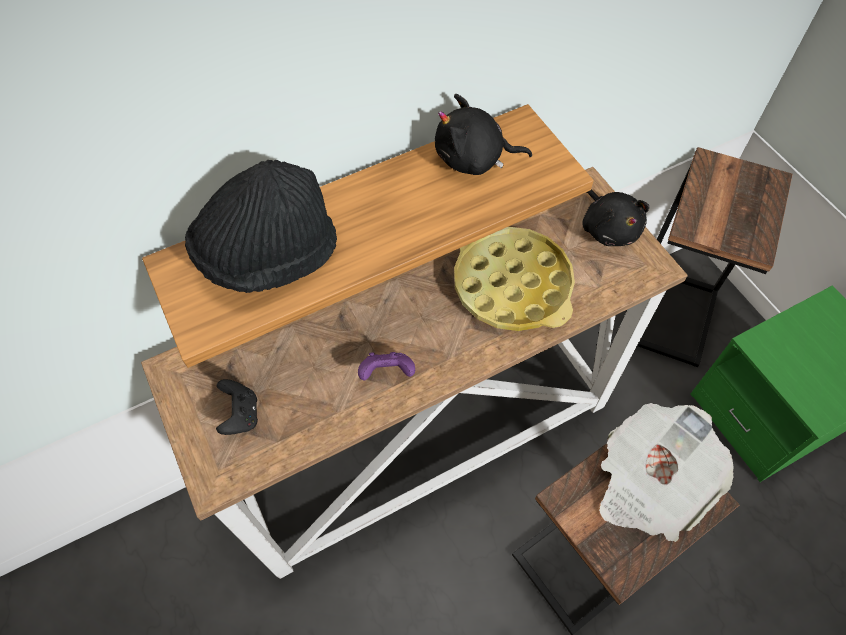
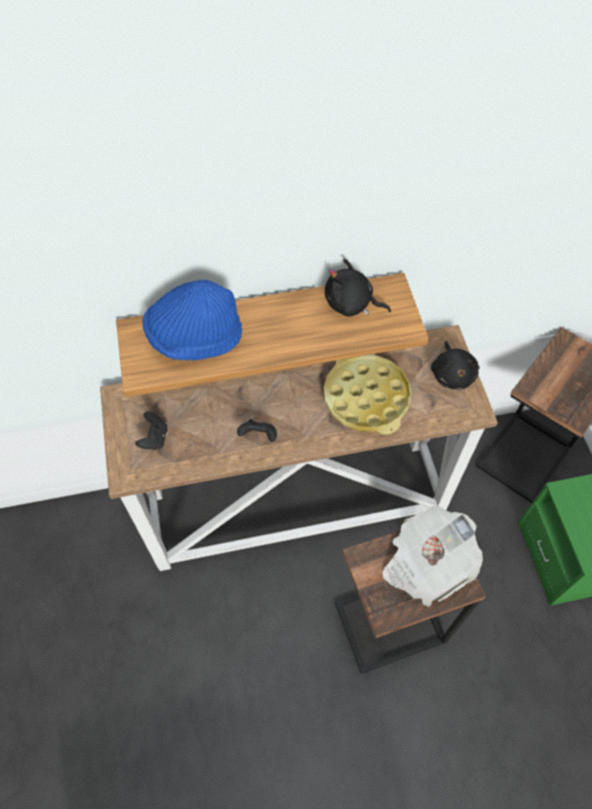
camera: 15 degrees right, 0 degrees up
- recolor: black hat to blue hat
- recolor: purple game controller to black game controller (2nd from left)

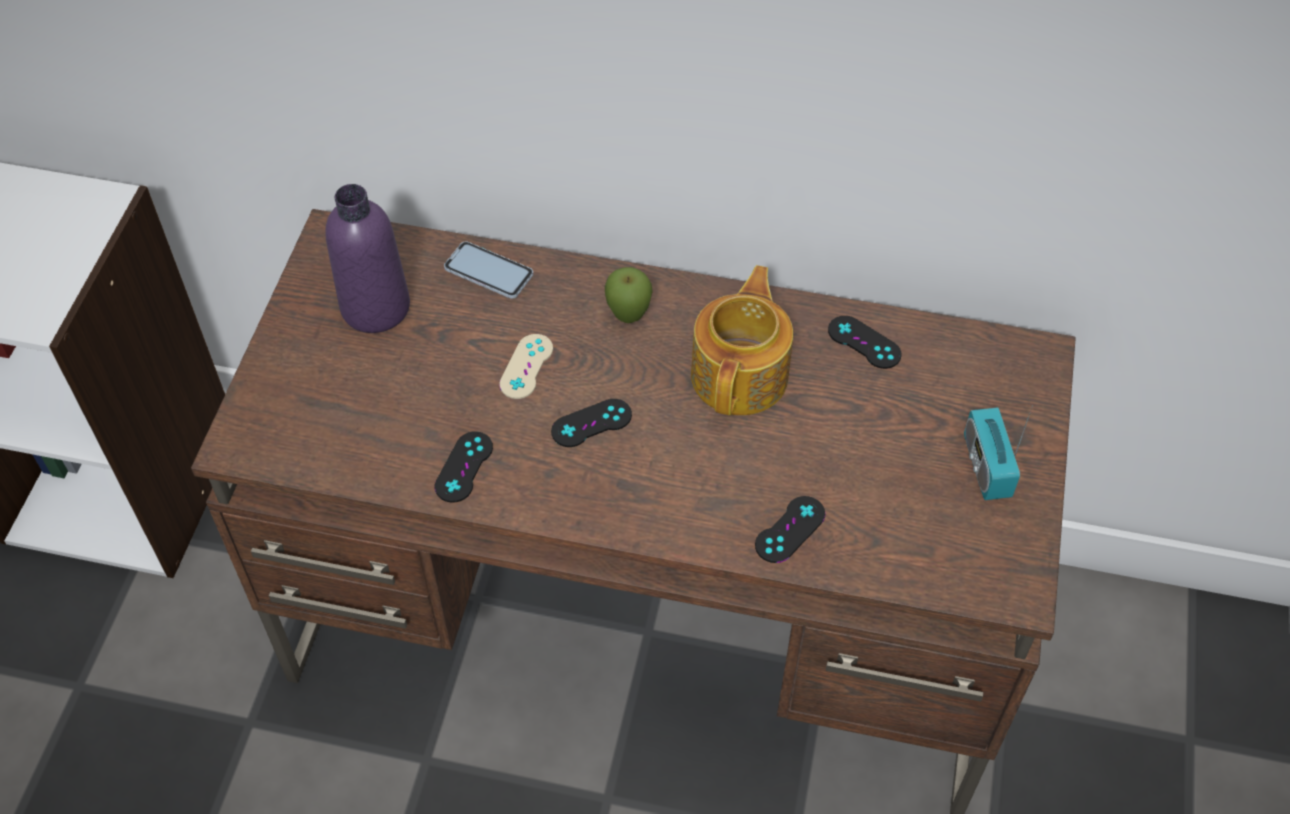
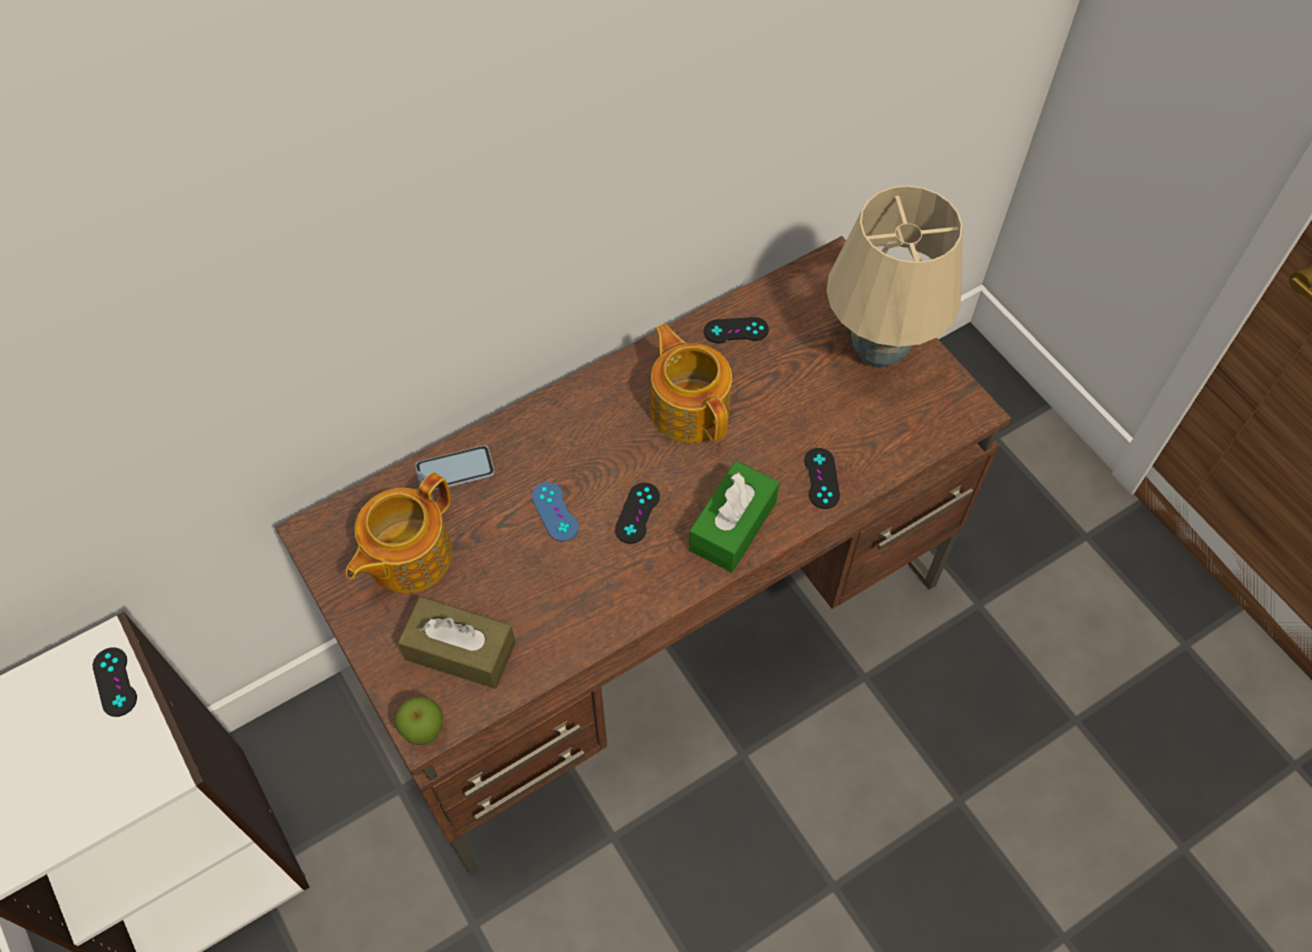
camera: 45 degrees left, 5 degrees up
- move: black game controller (1st from left)
- replace: purple bottle to teapot (1st from left)
- move: apple
- insert: brown tissue box
- recolor: beige game controller to blue game controller
- insert: green tissue box
- replace: radio to beige table lamp

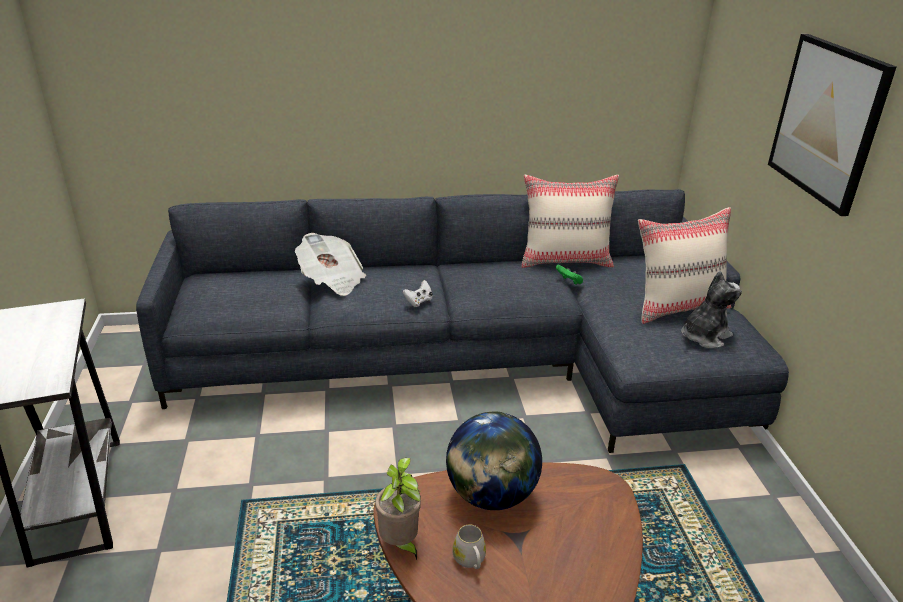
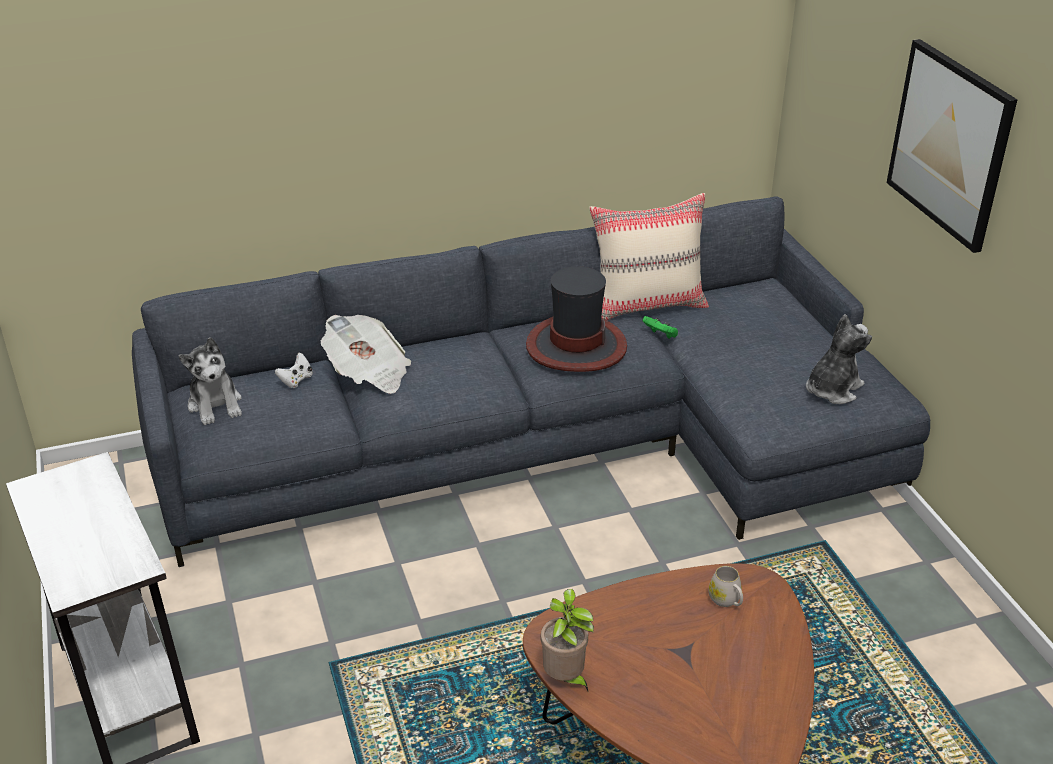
camera: 10 degrees left, 5 degrees up
- insert: plush toy (1st from left)
- move: white game controller
- insert: hat
- move: white mug
- delete: globe
- delete: beige pillow (2nd from left)

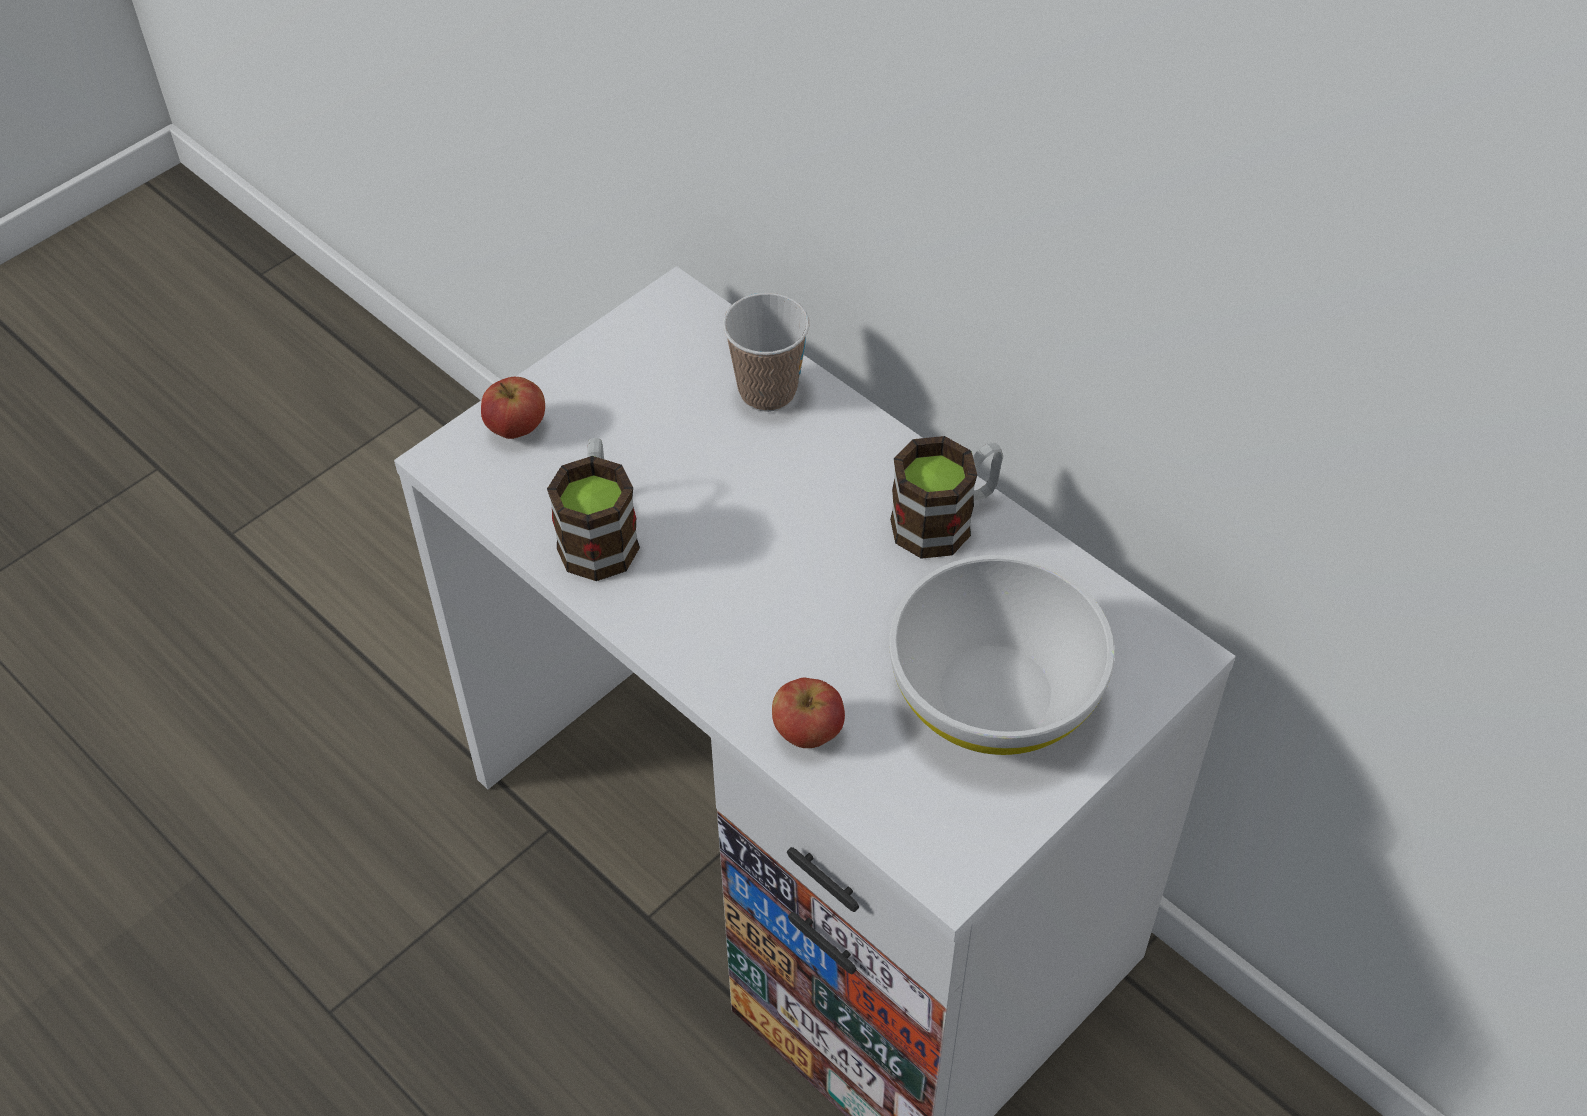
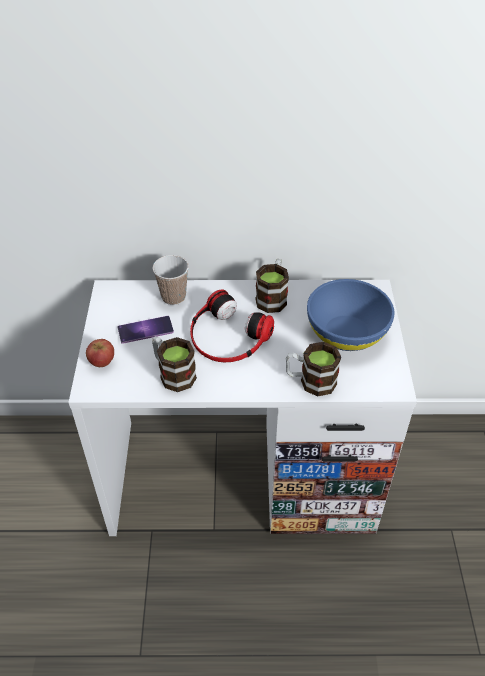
camera: 45 degrees left, 5 degrees down
- insert: phone
- insert: headphones
- replace: apple (2nd from left) to mug (3rd from left)
- recolor: white bowl to blue bowl

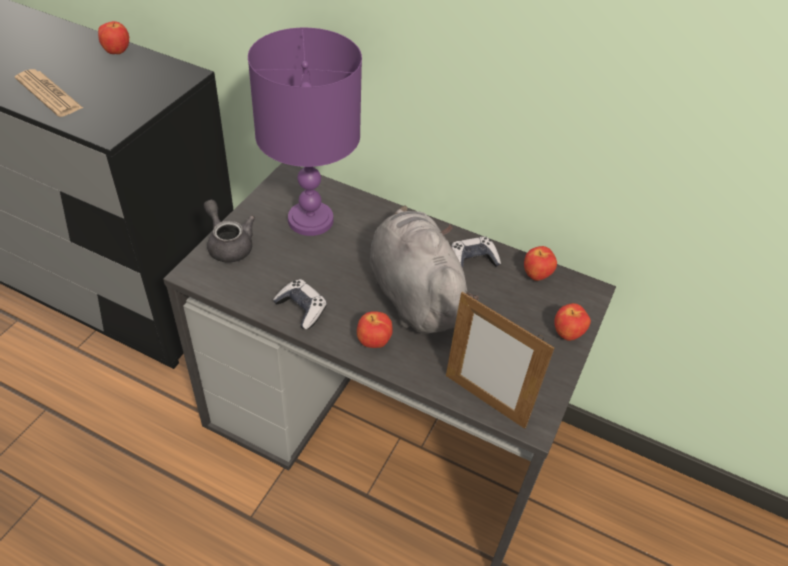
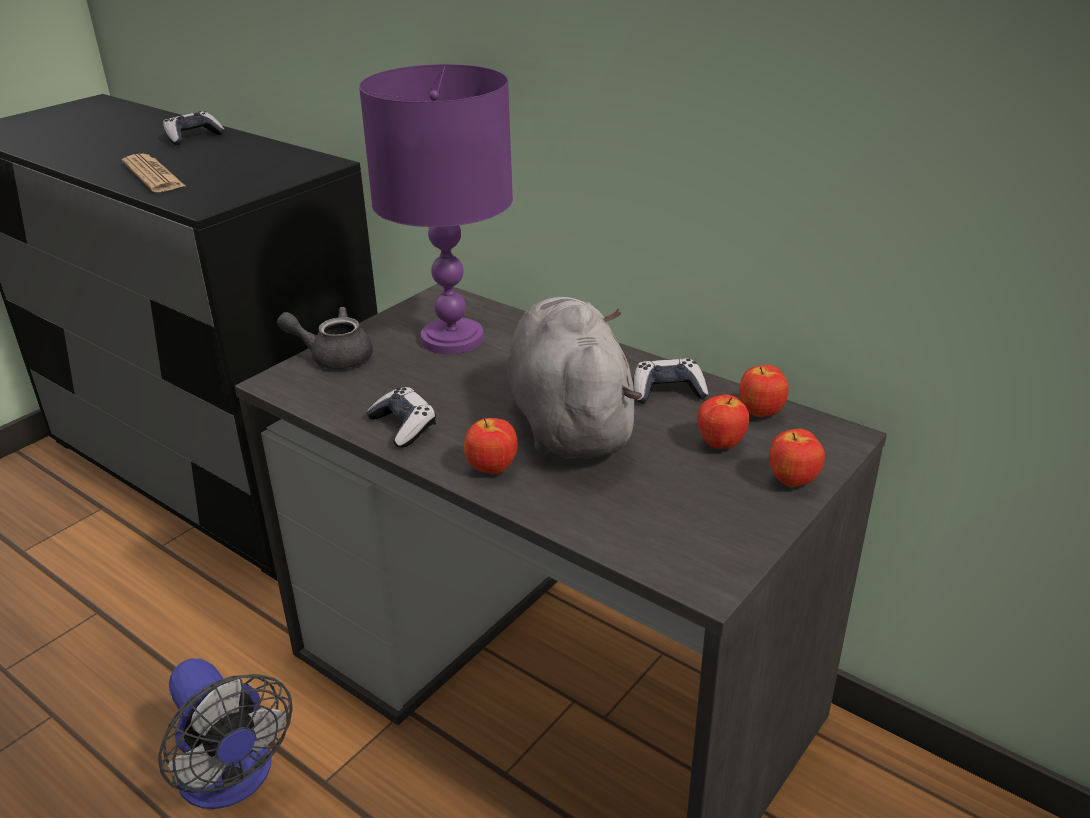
camera: 15 degrees right, 15 degrees down
- insert: fan
- insert: game controller (1st from left)
- rotate: grey teapot 60 degrees counterclockwise
- move: apple (1st from left in the first image) to apple (2nd from left)
- delete: picture frame

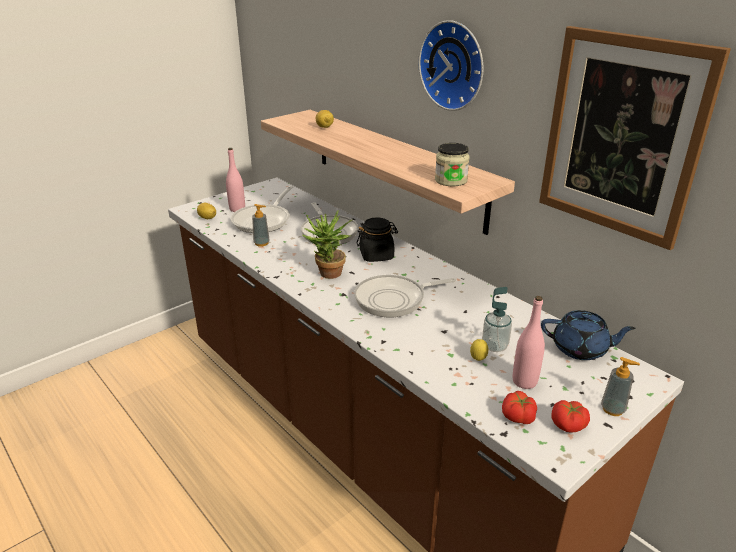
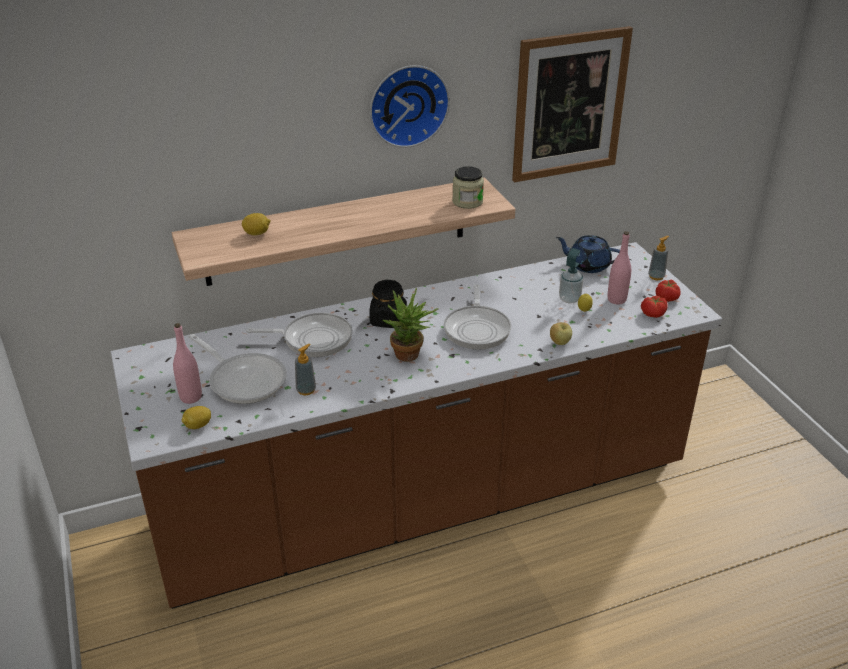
camera: 70 degrees left, 5 degrees up
- insert: apple
- rotate: blue teapot 105 degrees counterclockwise

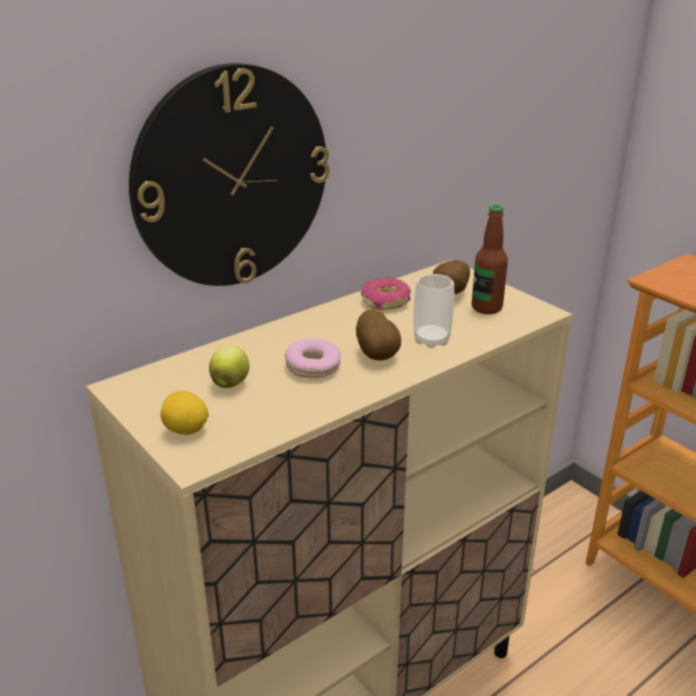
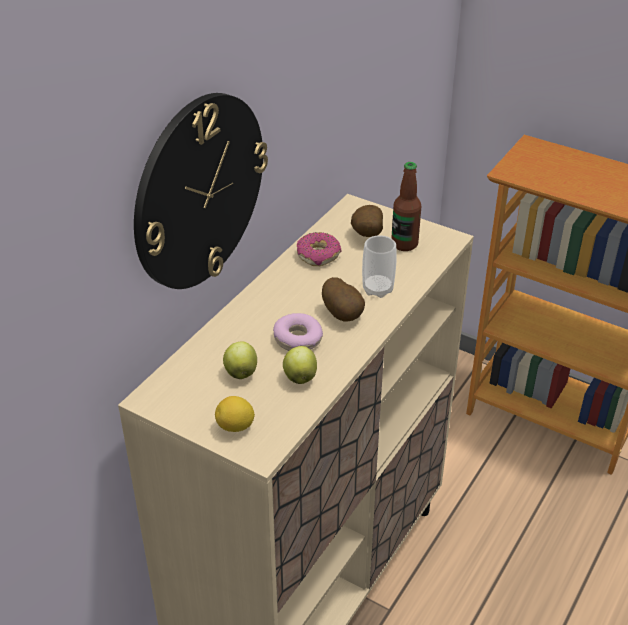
camera: 20 degrees left, 10 degrees up
- insert: apple (2nd from left)

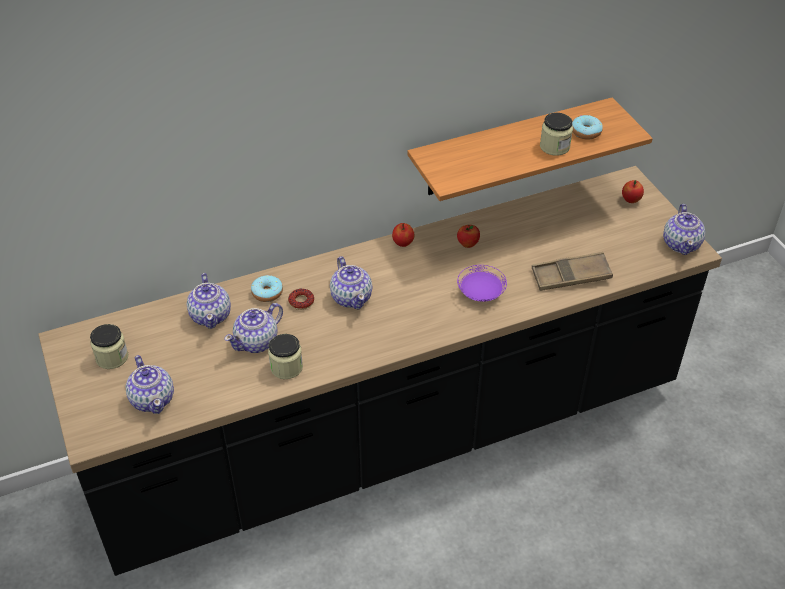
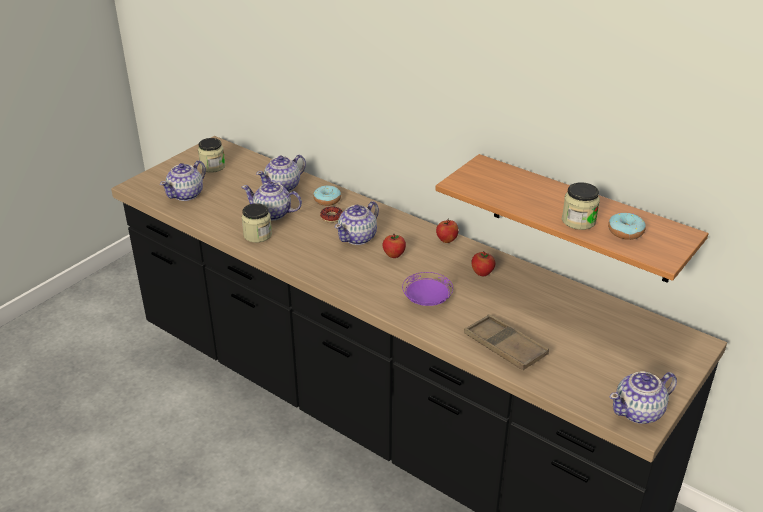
camera: 60 degrees right, 10 degrees down
- move: apple (3rd from left in the first image) to apple (1st from left)

